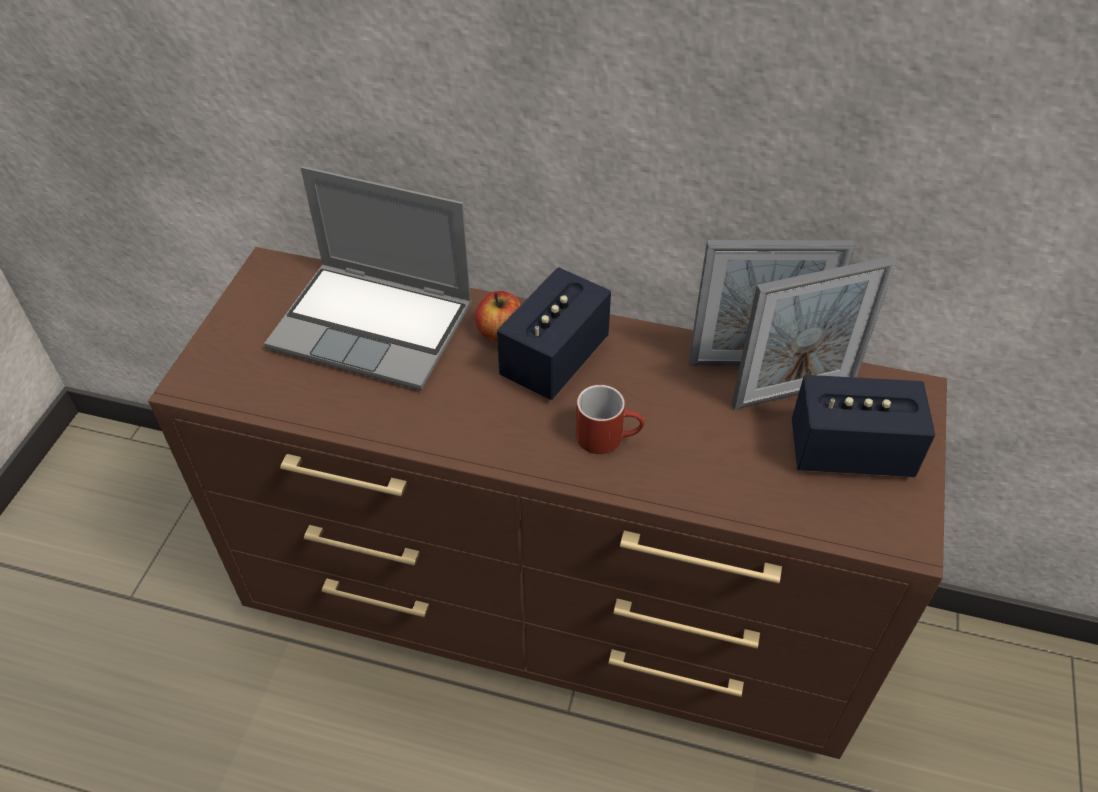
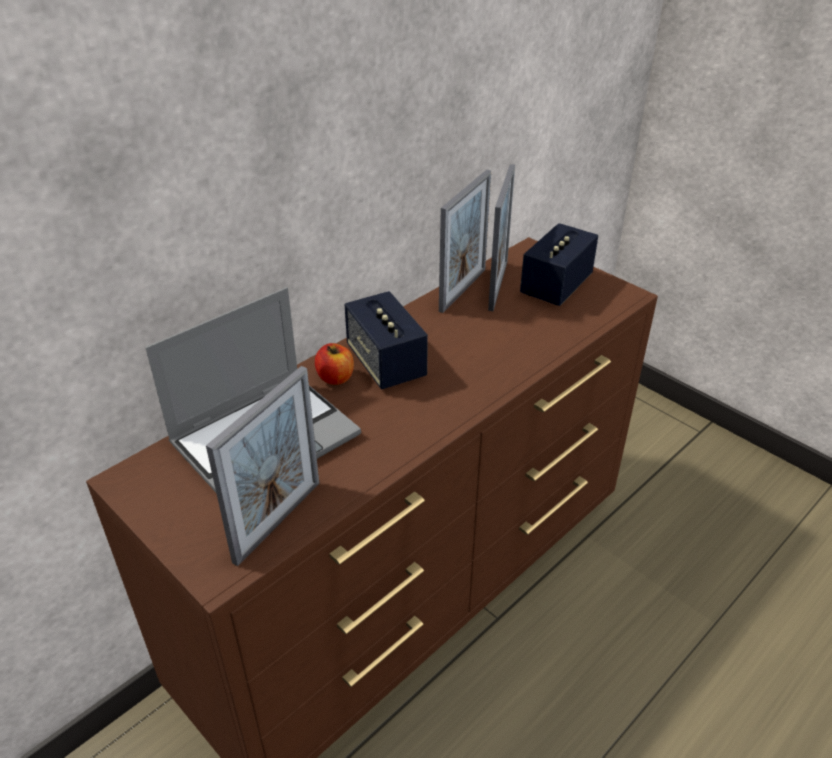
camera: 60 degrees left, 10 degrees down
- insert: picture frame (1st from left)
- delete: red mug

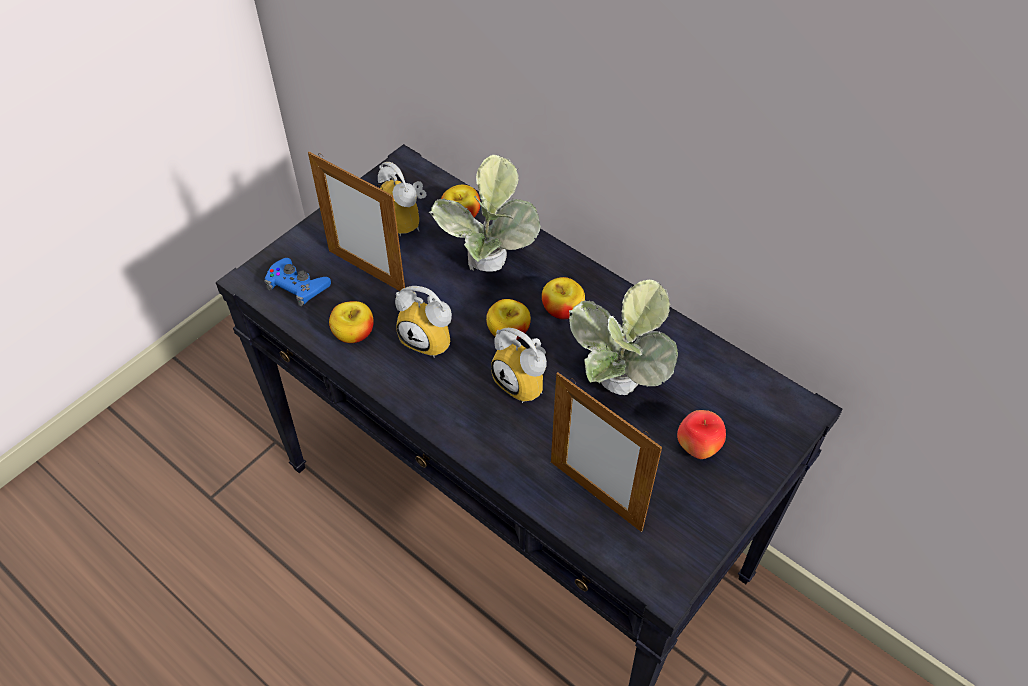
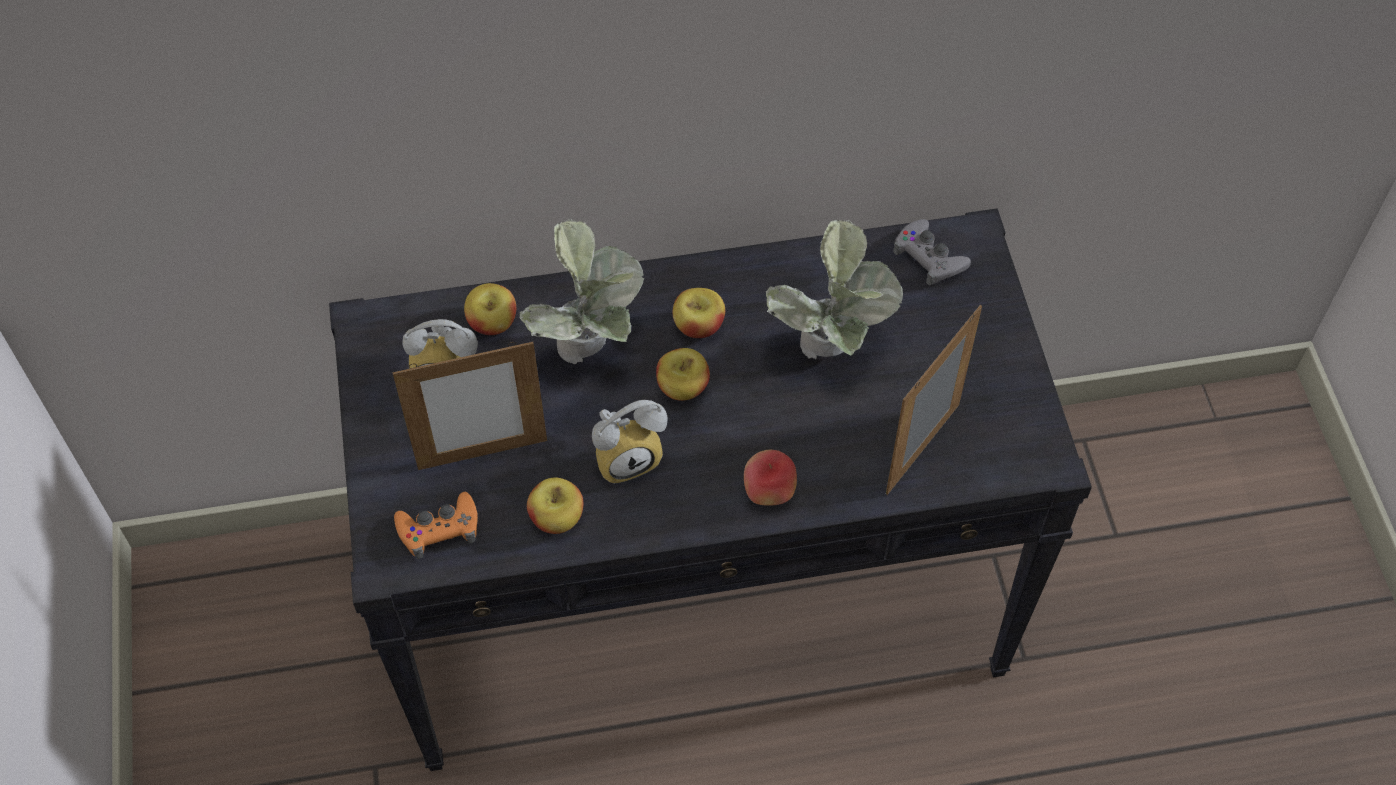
camera: 50 degrees left, 5 degrees up
- recolor: blue game controller to orange game controller
- move: apple (5th from left)
- rotate: picture frame (2nd from left) 135 degrees clockwise
- insert: grey game controller
- delete: alarm clock (3rd from left)

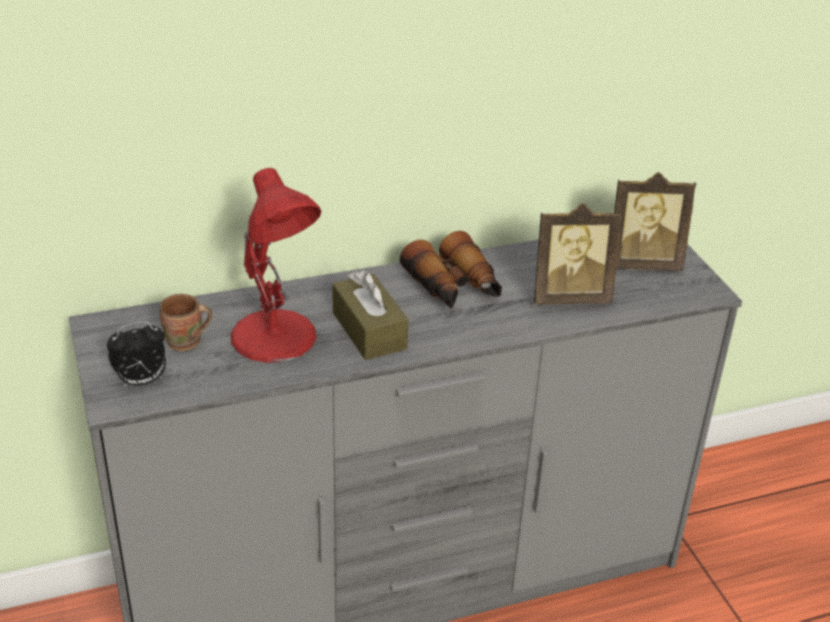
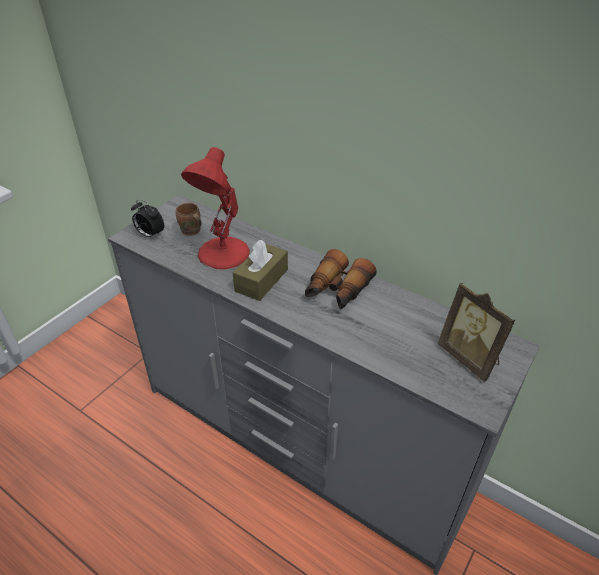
camera: 55 degrees right, 5 degrees up
- delete: picture frame (1st from left)

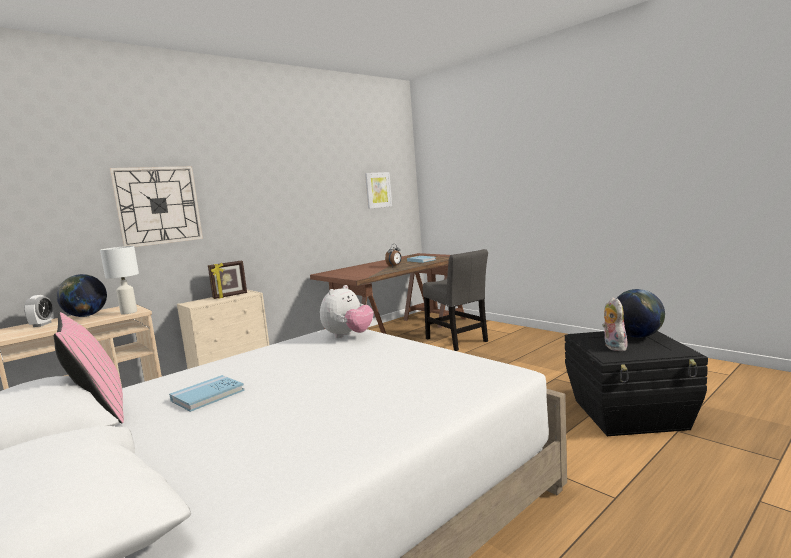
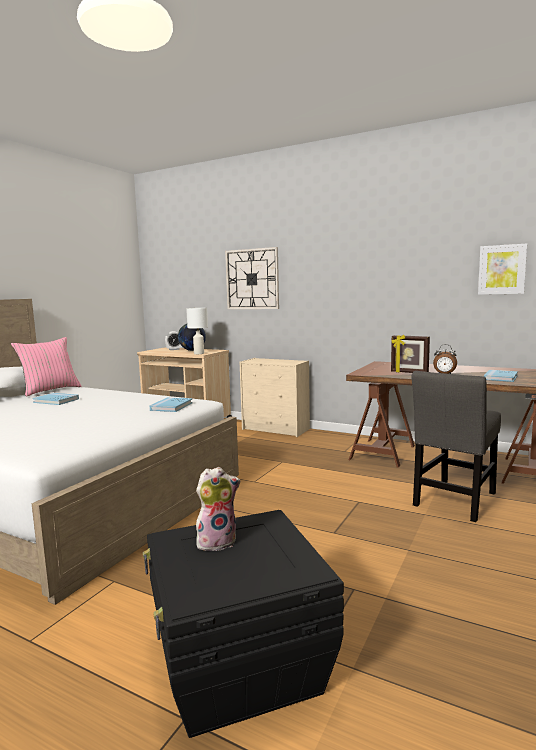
camera: 70 degrees right, 0 degrees up
- replace: plush toy (1st from left) to blue book (2nd from left)
- move: picture frame
- delete: globe (2nd from left)

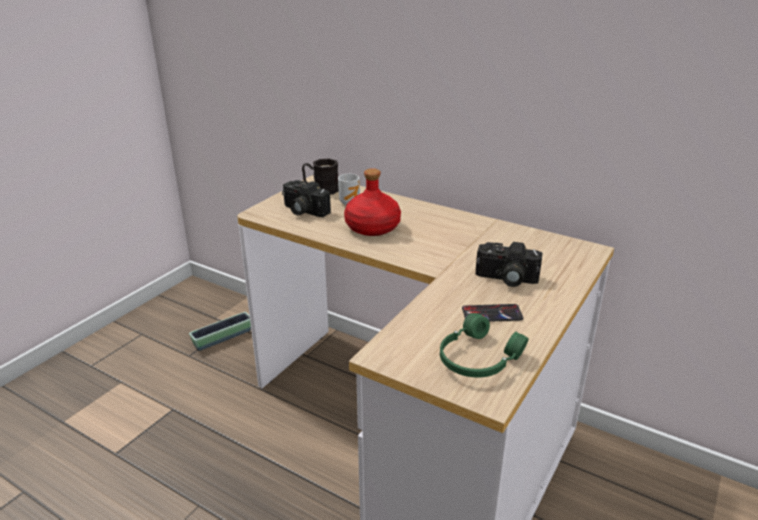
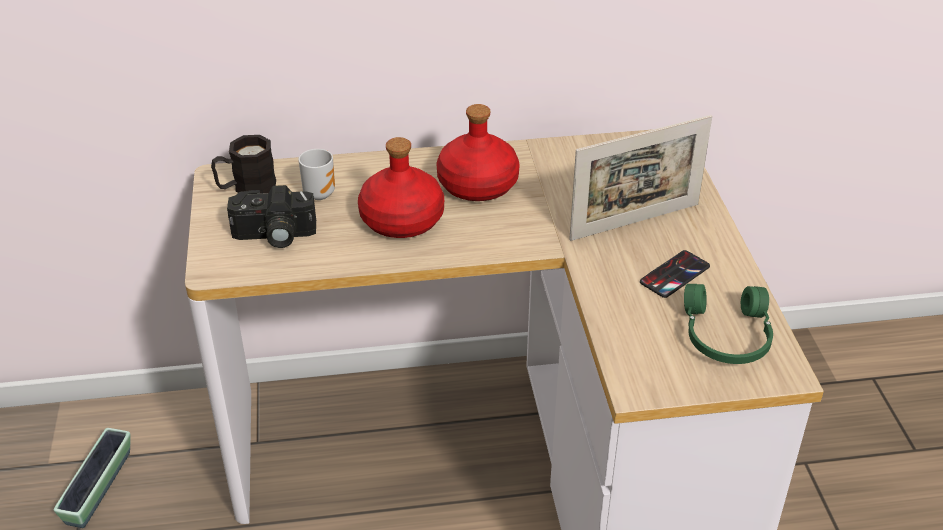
camera: 40 degrees left, 10 degrees up
- insert: red bottle (2nd from left)
- replace: photo camera (2nd from left) to picture frame

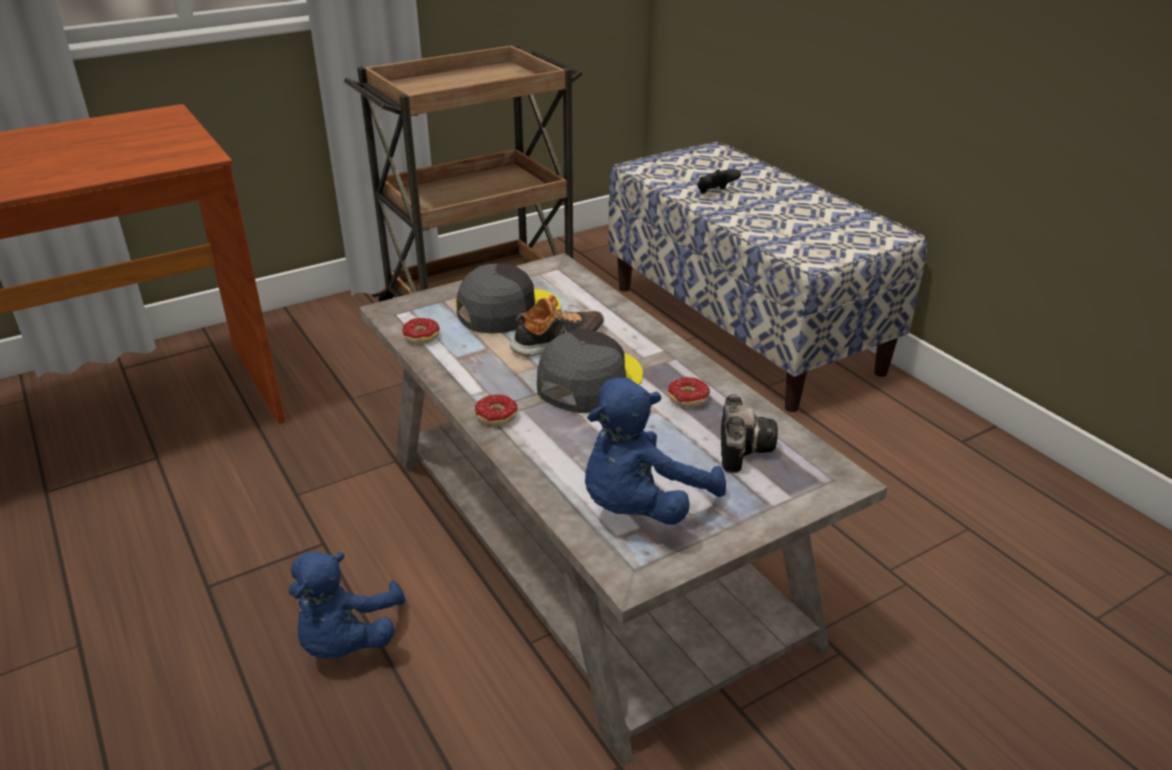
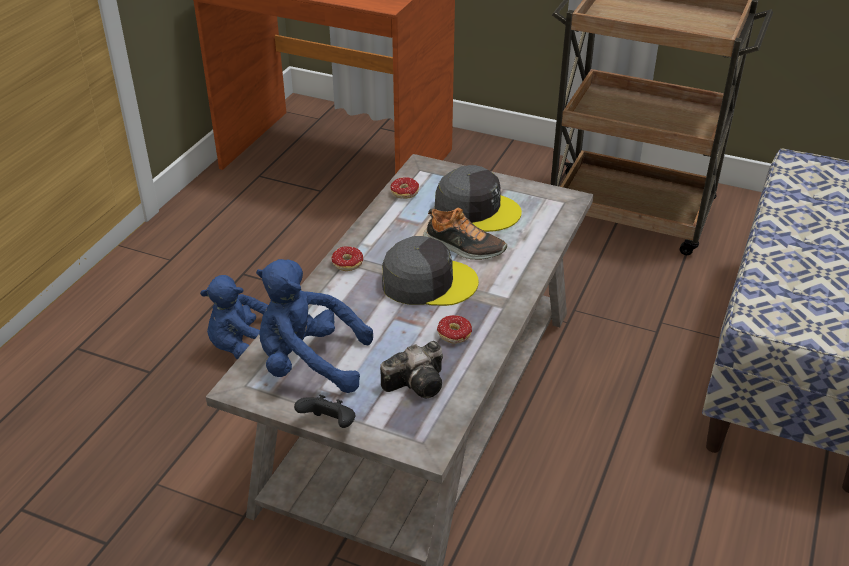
camera: 55 degrees right, 5 degrees up
- move: black game controller

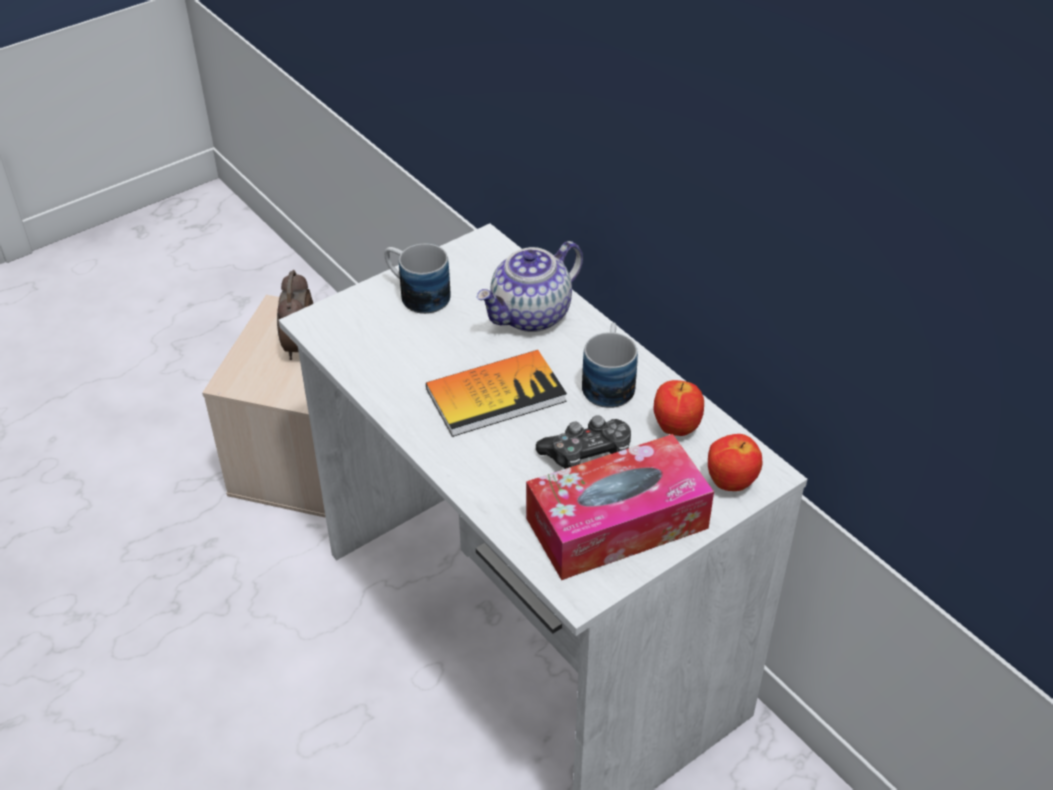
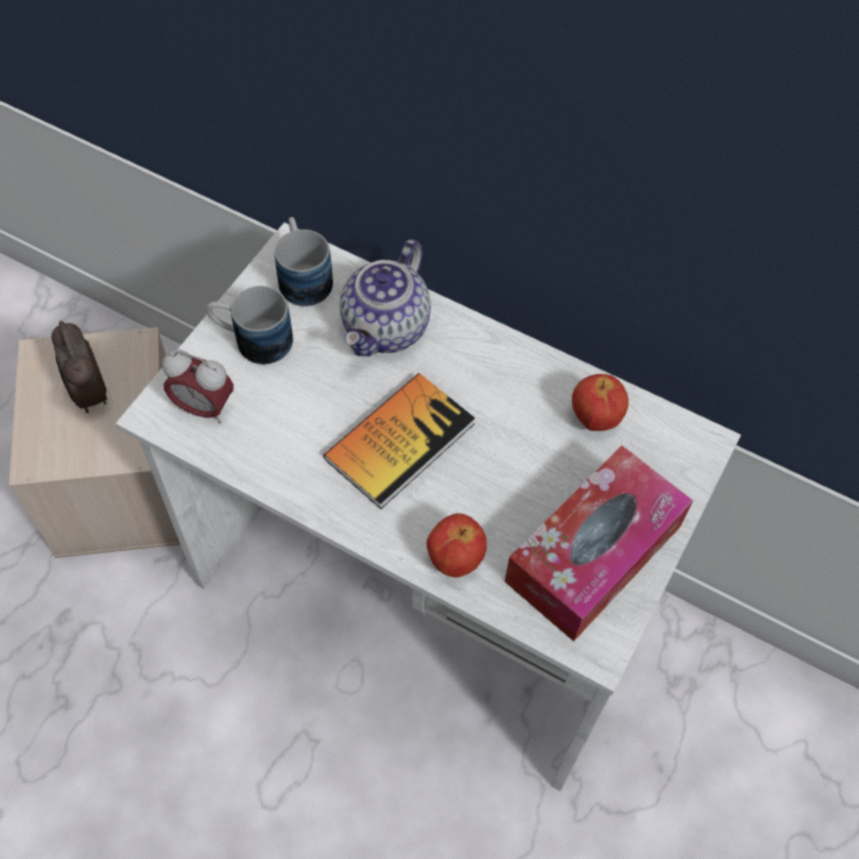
camera: 25 degrees left, 15 degrees up
- insert: alarm clock (2nd from left)
- move: mug (2nd from left)
- move: apple (2nd from left in the first image) to apple (1st from left)
- delete: game controller

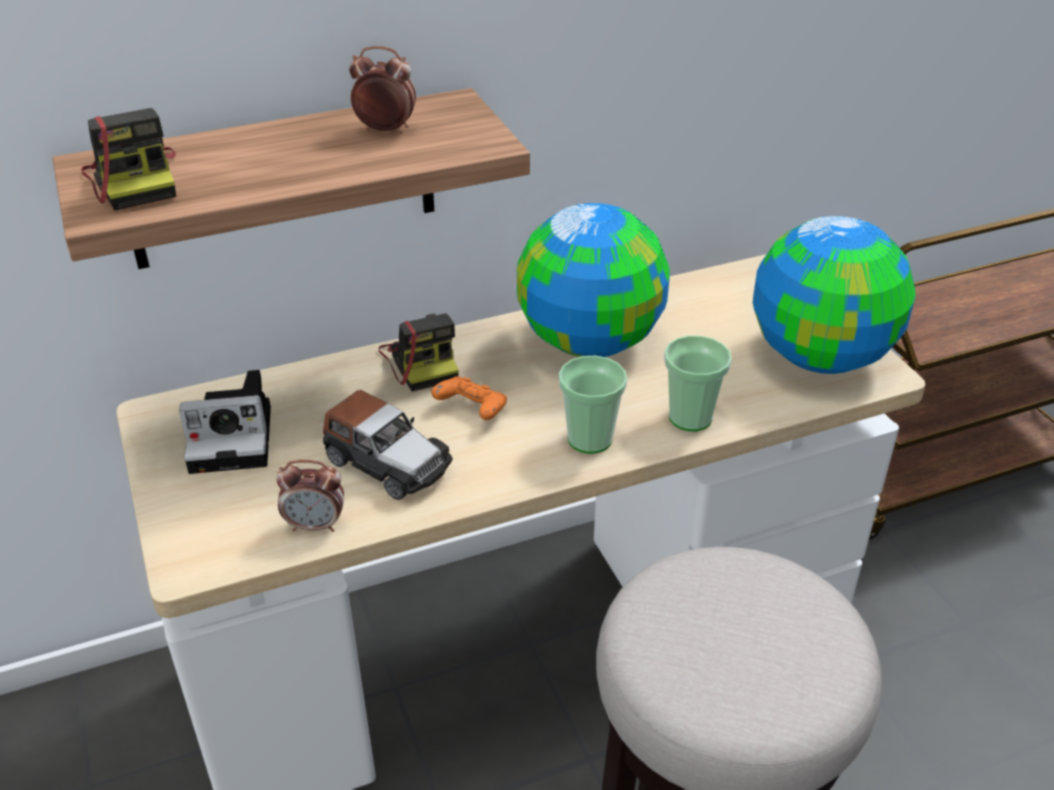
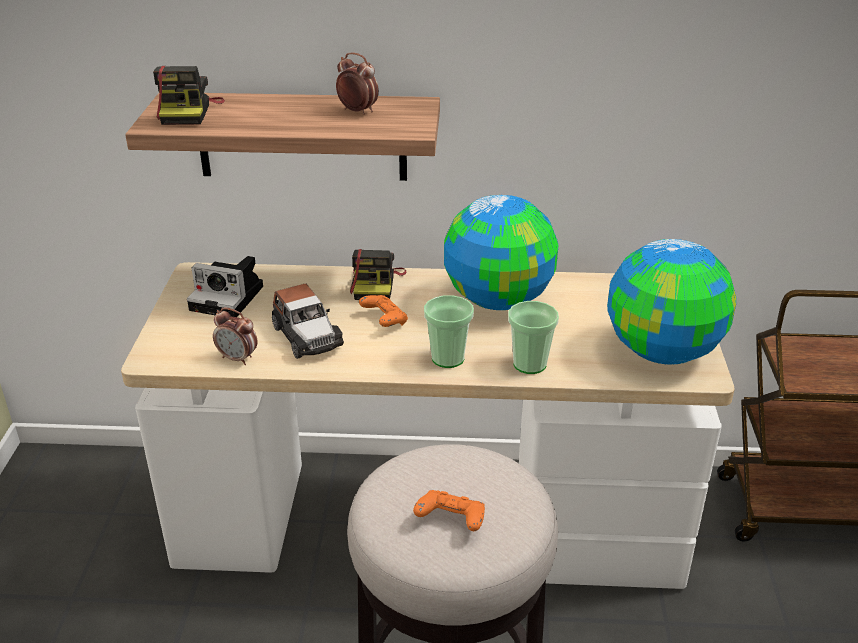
camera: 25 degrees right, 5 degrees down
- insert: orange game controller (2nd from left)

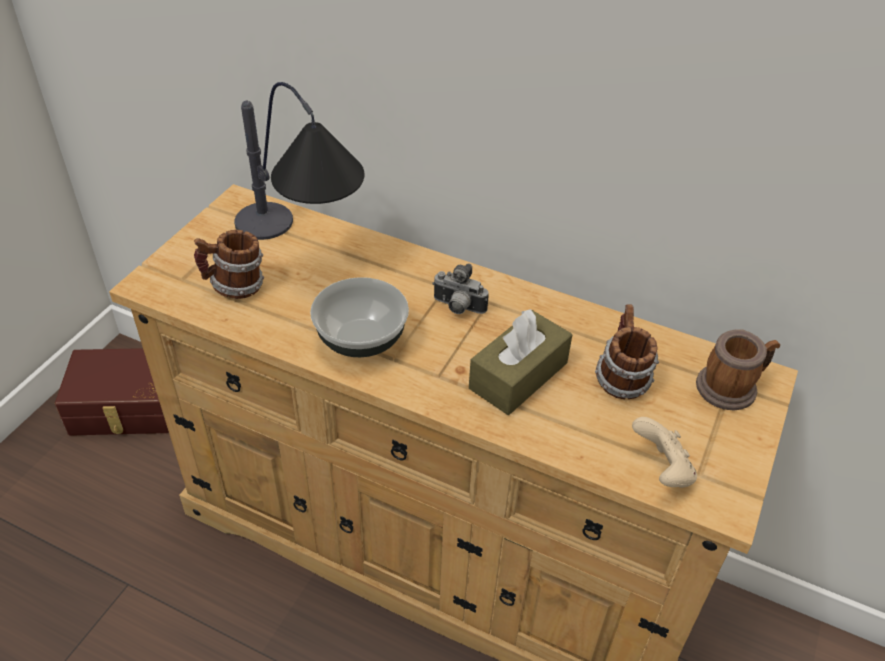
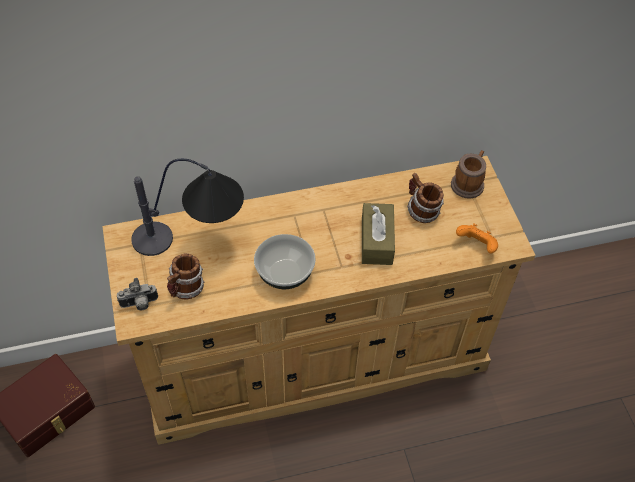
camera: 40 degrees left, 10 degrees up
- move: photo camera
- recolor: beige game controller to orange game controller

